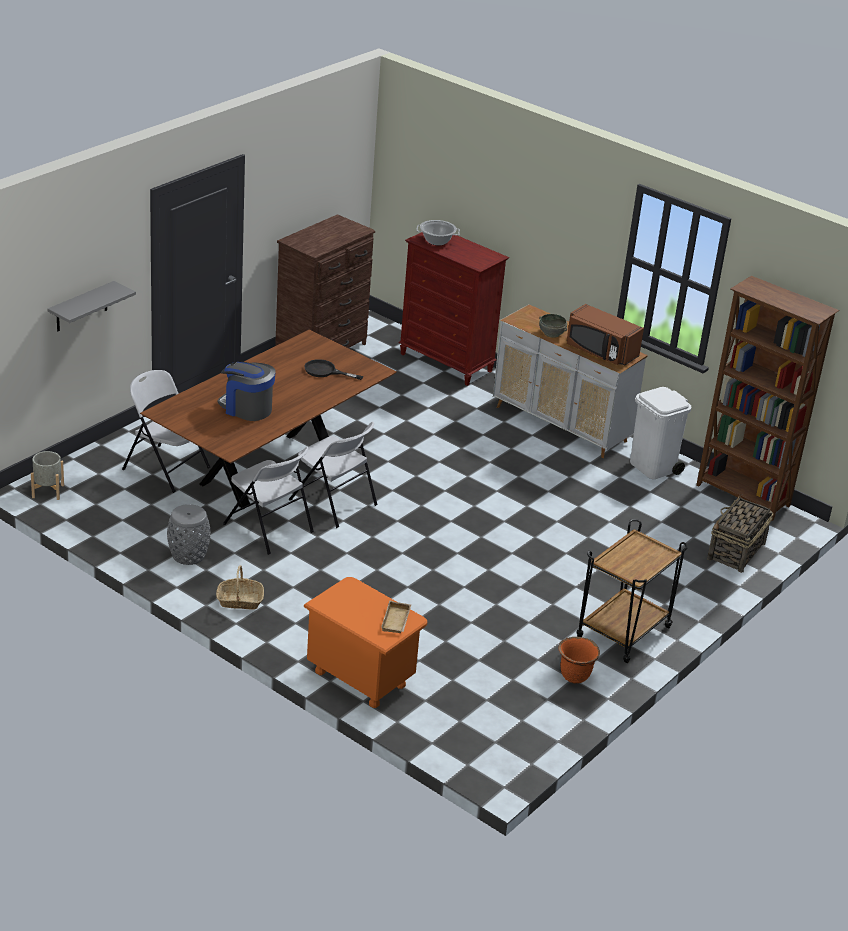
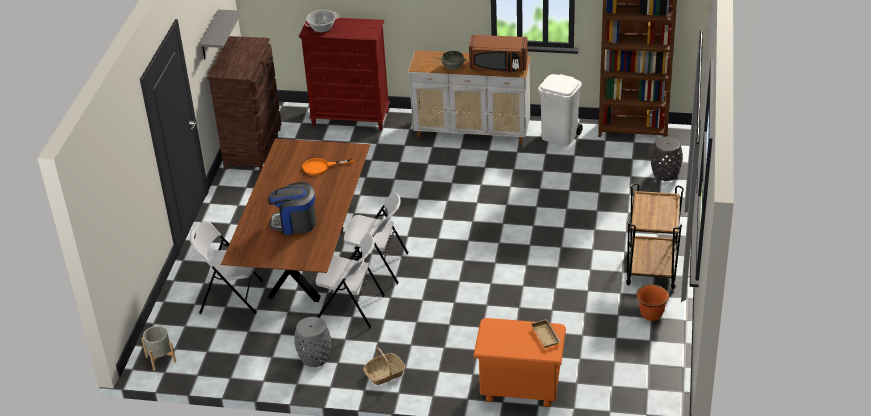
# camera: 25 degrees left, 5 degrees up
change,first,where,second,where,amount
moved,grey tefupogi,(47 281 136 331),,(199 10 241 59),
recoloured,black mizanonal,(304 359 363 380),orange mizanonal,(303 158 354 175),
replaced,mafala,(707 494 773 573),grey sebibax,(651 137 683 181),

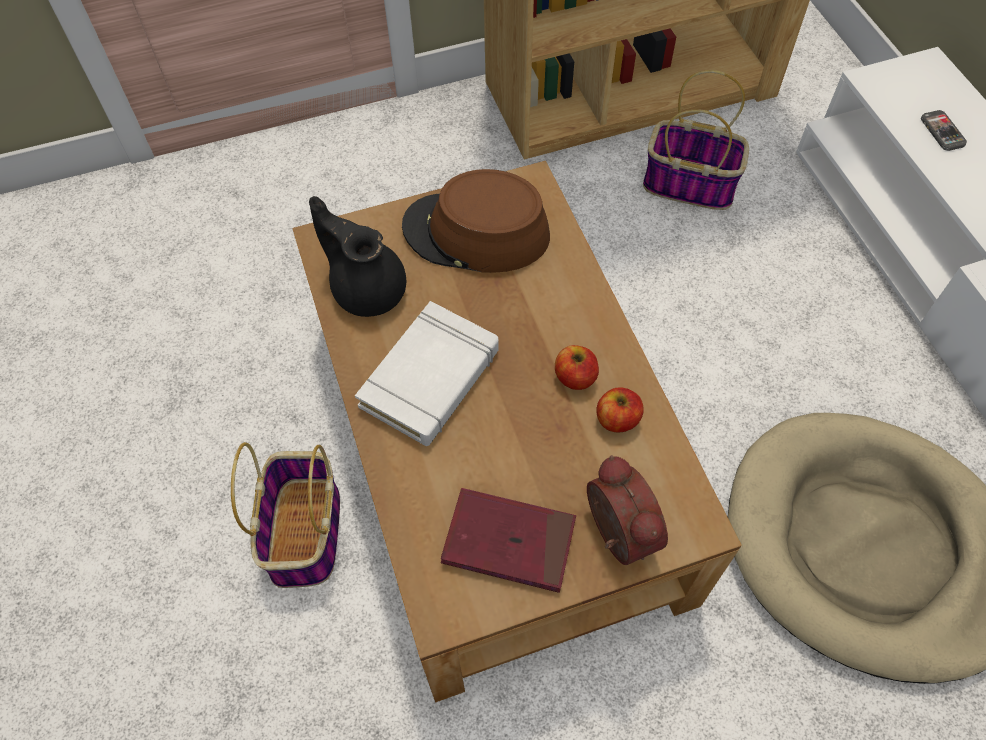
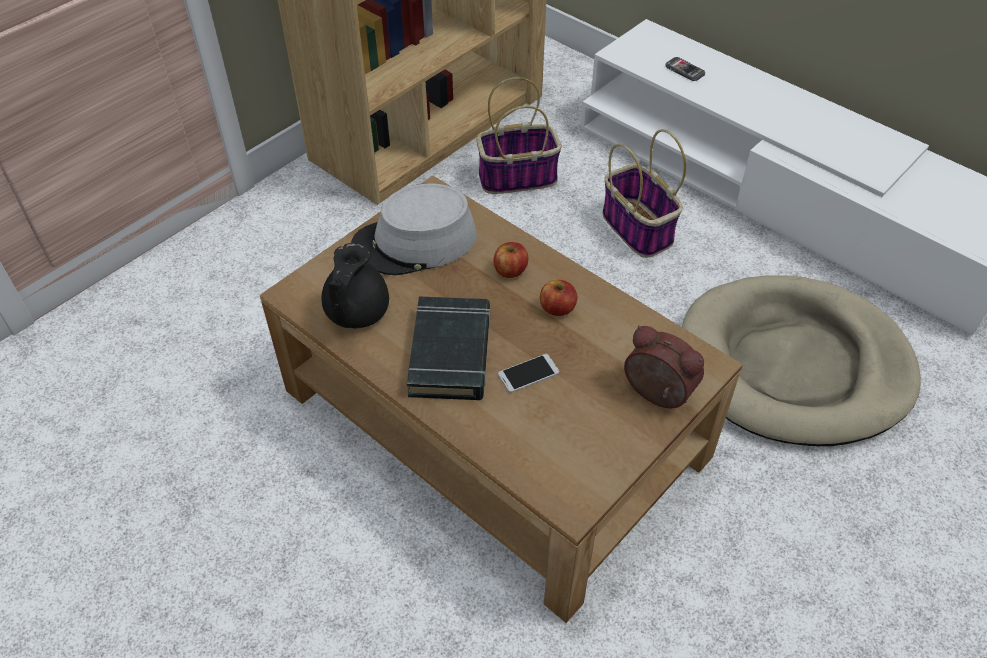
# camera: 30 degrees left, 10 degrees down
change,first,where,second,where,amount
recoloured,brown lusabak,(402 169 550 272),grey lusabak,(351 183 476 276),
turned,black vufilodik,(309 196 406 317),,(321 243 389 328),90 degrees counterclockwise
recoloured,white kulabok,(355 301 499 446),black kulabok,(407 297 490 400),
moved,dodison,(596 387 644 432),,(493 242 528 278),
moved,mafala,(231 442 340 588),,(602 129 686 258),
removed,red kulabok,(441 488 576 593),,,
added,,,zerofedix,(498 354 559 393),

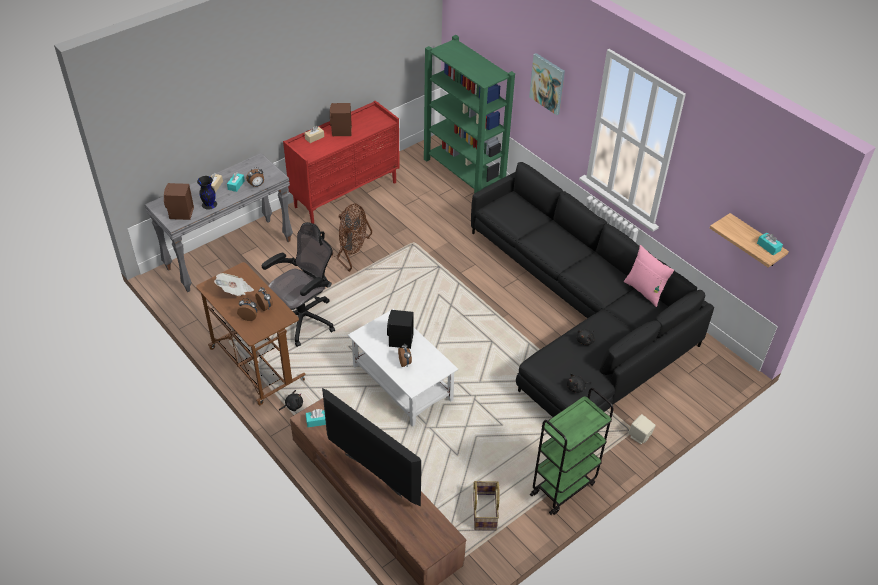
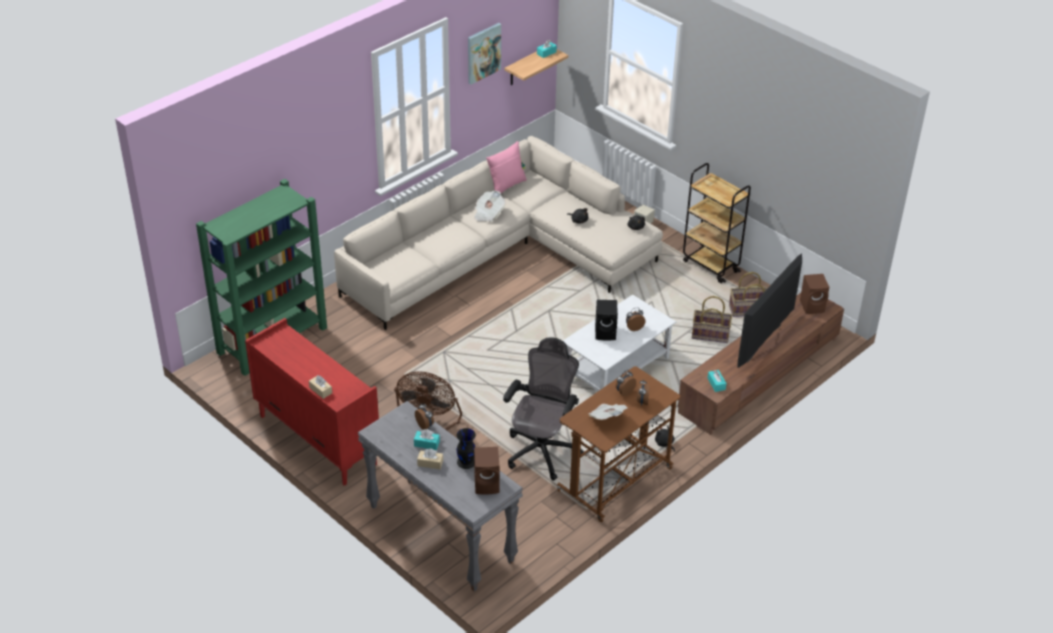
# camera: 95 degrees left, 5 degrees down
change,first,where,second,where,amount
moved,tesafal,(529 53 565 115),,(468 23 501 84),
moved,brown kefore,(330 103 352 136),,(800 274 829 314),
recoloured,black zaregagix,(471 162 714 417),beige zaregagix,(334 136 663 330),
turned,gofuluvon,(262 222 335 347),,(503 338 583 481),75 degrees clockwise
recoloured,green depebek,(530 388 614 515),brown depebek,(683 163 751 283),
added,,,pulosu,(474 190 506 222),
added,,,mafala,(692 296 732 343),

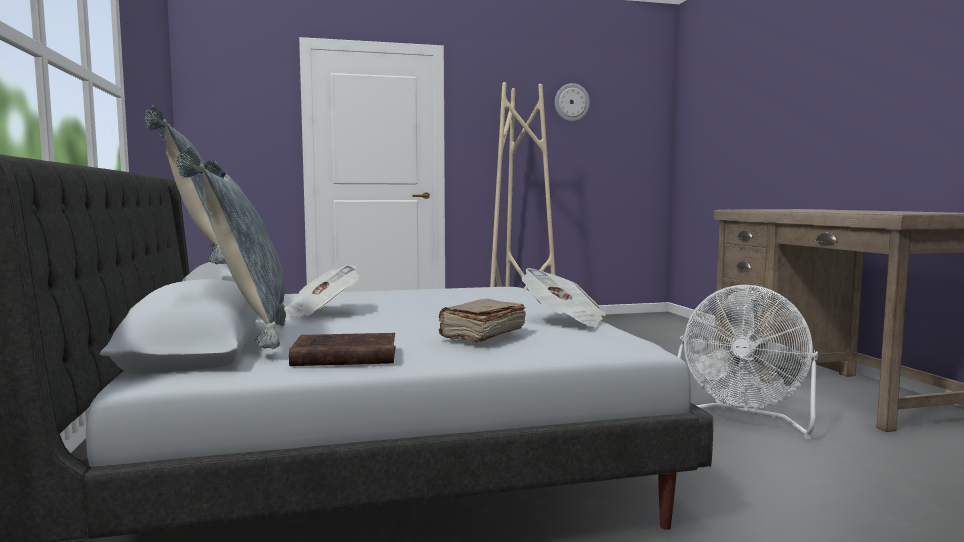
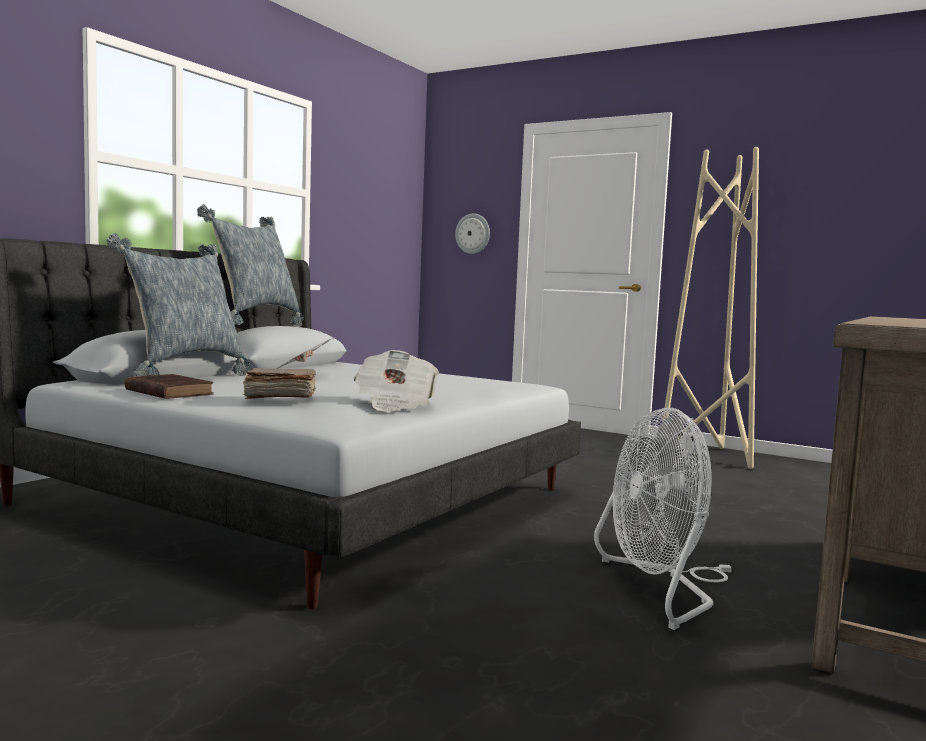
# camera: 45 degrees right, 0 degrees up
change,first,where,second,where,amount
moved,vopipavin,(555 83 590 122),,(455 213 490 254),

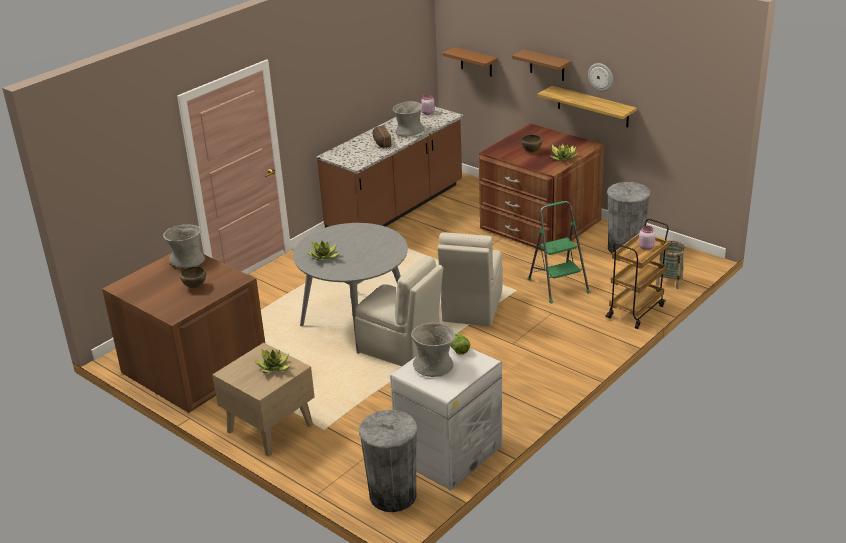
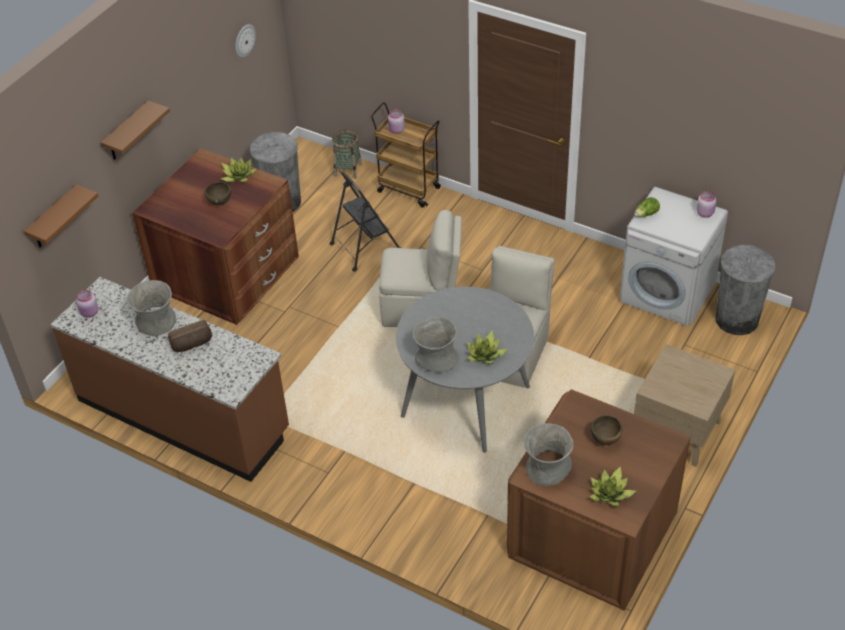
# camera: 100 degrees left, 15 degrees up
change,first,where,second,where,amount
moved,vopipavin,(588 63 613 91),,(235 24 256 58),
removed,tefupogi,(537 86 637 128),,,
recoloured,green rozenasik,(527 201 591 304),black rozenasik,(329 169 401 272),
moved,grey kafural,(411 323 455 377),,(413 317 459 372),
moved,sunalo,(254 349 290 373),,(590 466 636 507),
added,,,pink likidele,(696 191 716 218),

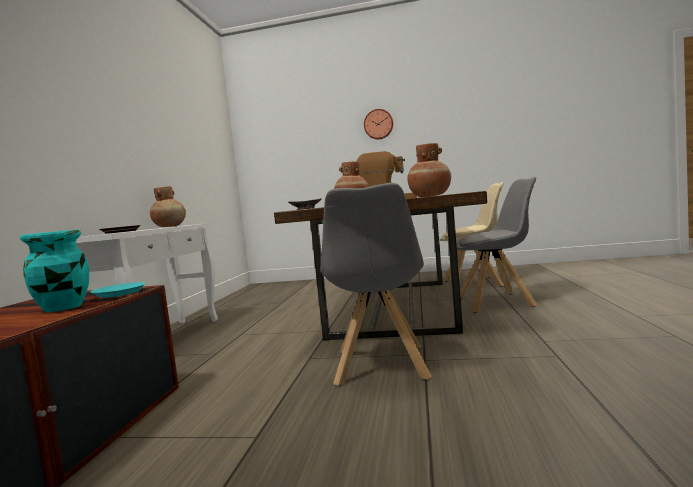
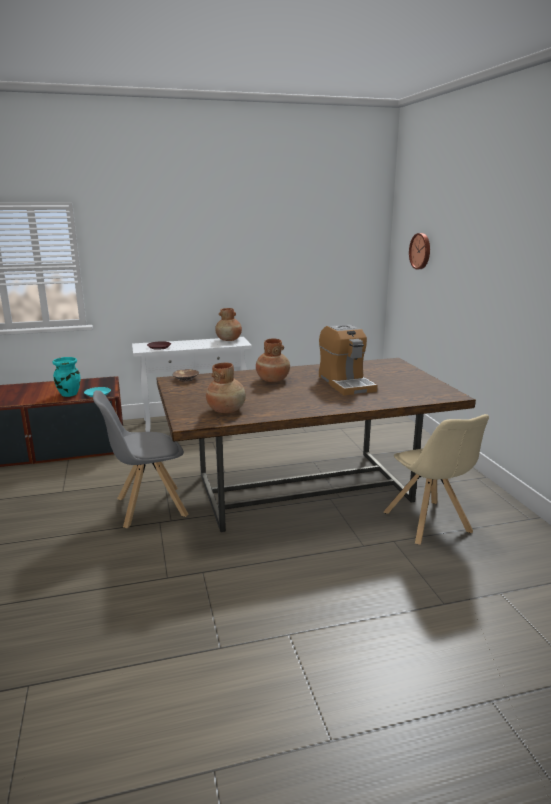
# camera: 65 degrees right, 15 degrees up
change,first,where,second,where,amount
moved,vopipavin,(364 109 393 140),,(409 233 430 269),
removed,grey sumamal,(456 177 537 313),,,

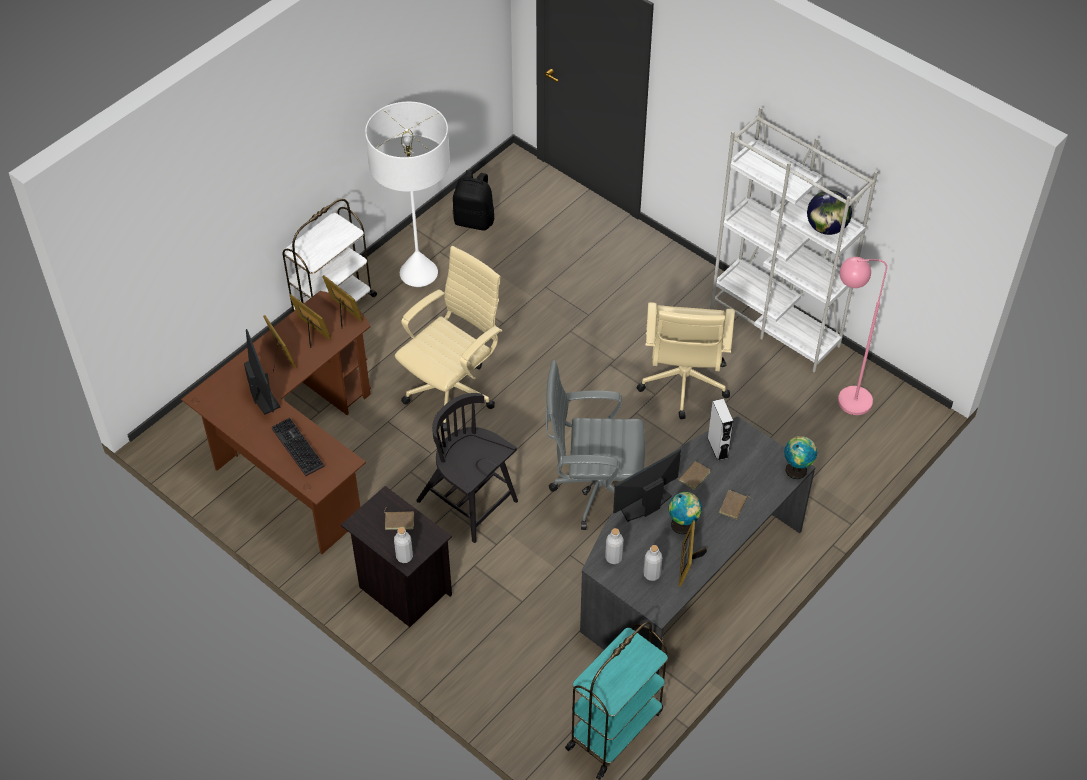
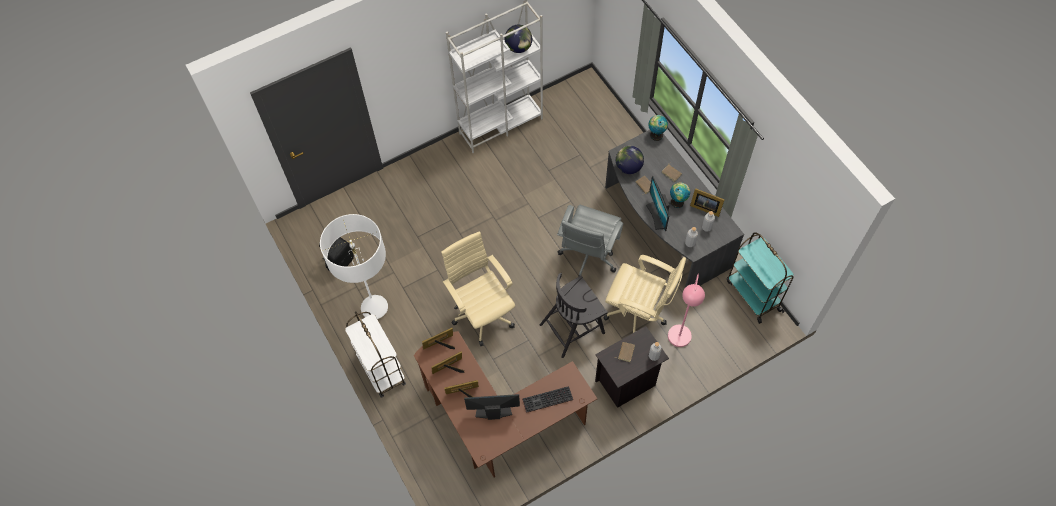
# camera: 70 degrees left, 10 degrees up
change,first,where,second,where,amount
moved,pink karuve,(838 257 887 415),,(668 274 705 347),
moved,beige gofuluvon,(637 302 735 419),,(603 255 686 333),
replaced,grey kefore,(708 398 733 461),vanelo,(616 146 644 174),

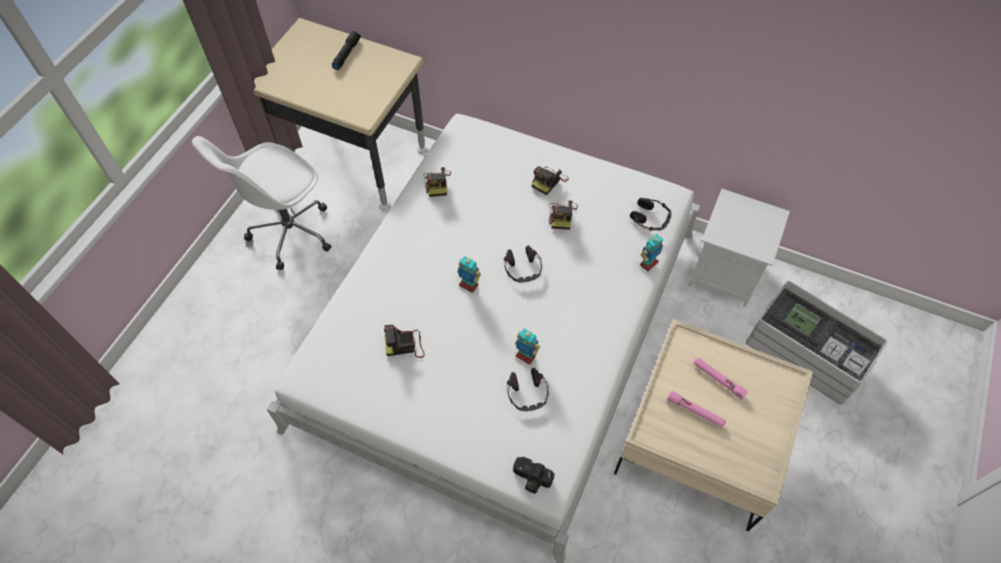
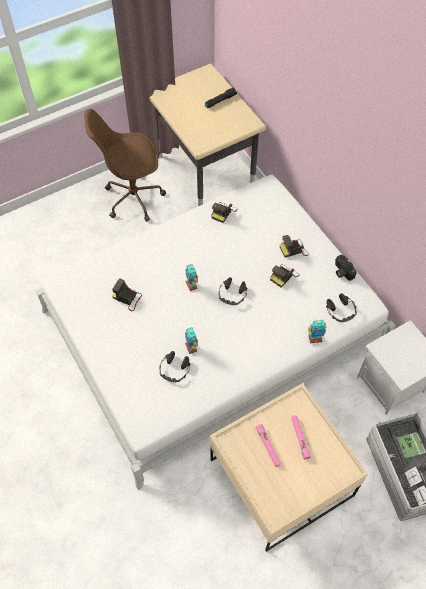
# camera: 35 degrees right, 0 degrees up
change,first,where,second,where,amount
recoloured,white gofuluvon,(192 136 332 270),brown gofuluvon,(84 109 166 222),
moved,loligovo,(513 457 555 493),,(335 254 356 281),

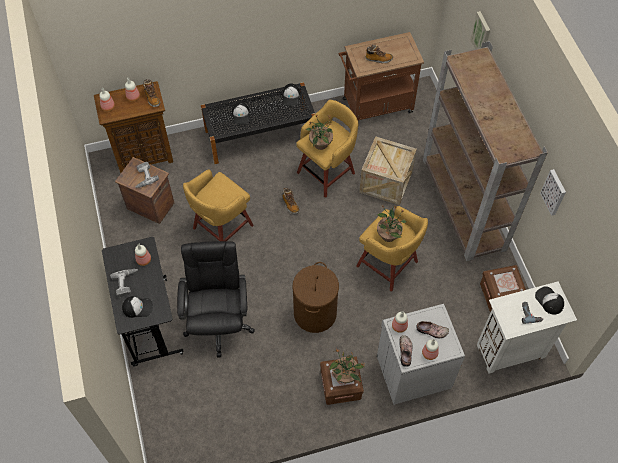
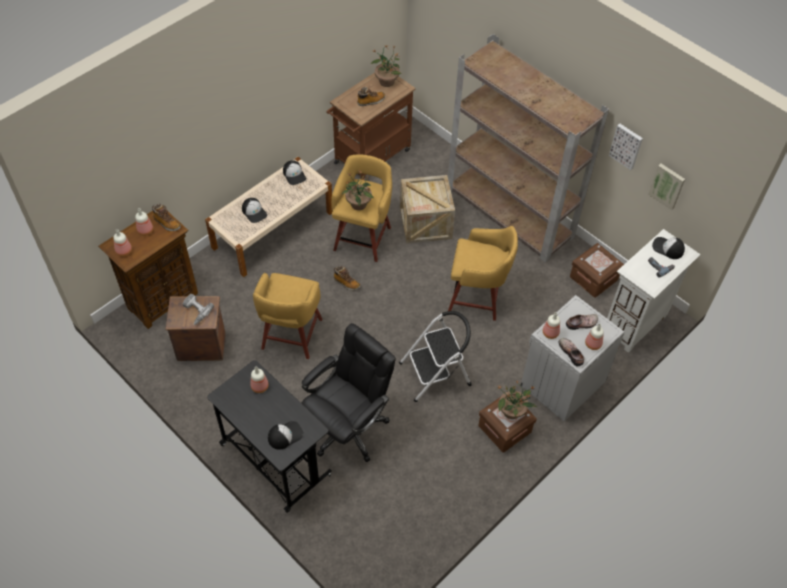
# camera: 30 degrees left, 5 degrees down
change,first,where,second,where,amount
moved,tesafal,(470 11 490 49),,(648 163 685 210),
recoloured,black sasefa,(201 82 315 164),beige sasefa,(205 157 333 277),
moved,sunalo,(377 205 407 242),,(371 45 401 87),
turned,black gofuluvon,(177 241 255 358),,(301 323 396 462),75 degrees clockwise
replaced,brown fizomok,(292 262 339 333),rozenasik,(399 311 471 402),
removed,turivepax,(110 269 137 298),,,

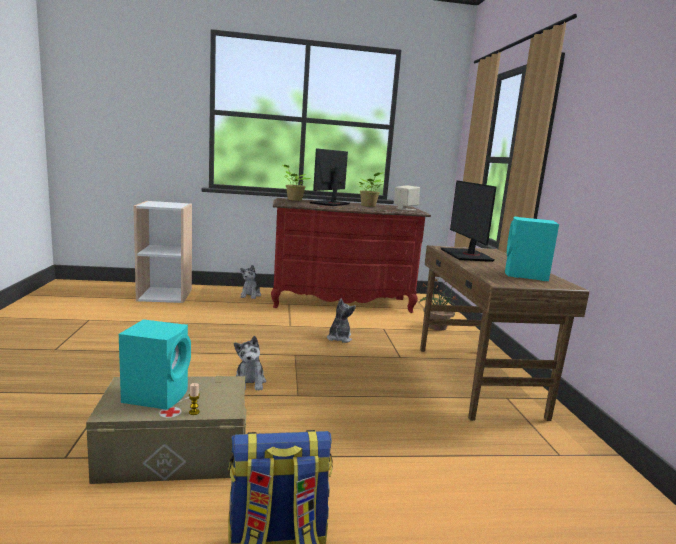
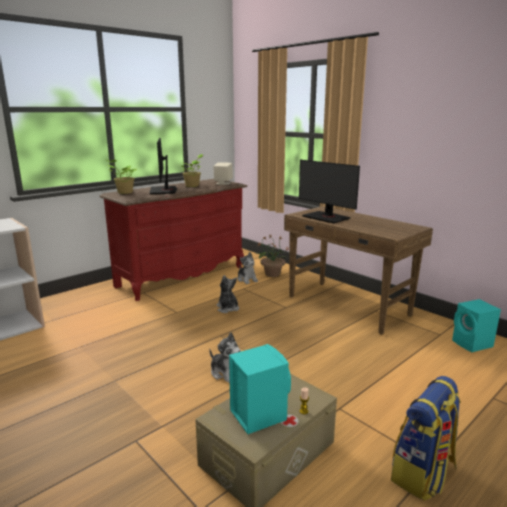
# camera: 35 degrees left, 5 degrees up
change,first,where,second,where,amount
moved,turquoise kefore,(505 216 559 281),,(452 299 501 352),
moved,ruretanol,(240 265 261 299),,(237 252 258 284),

